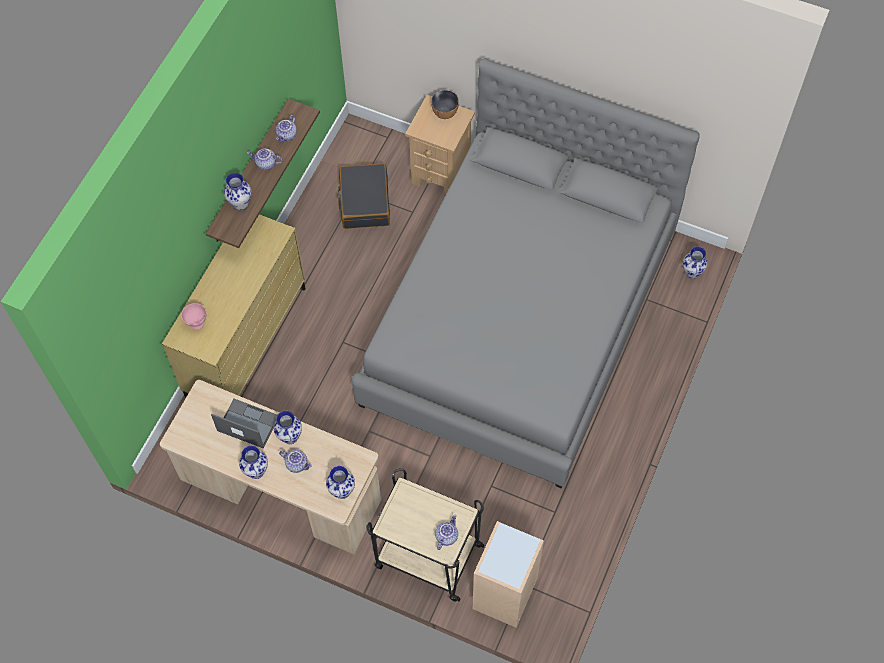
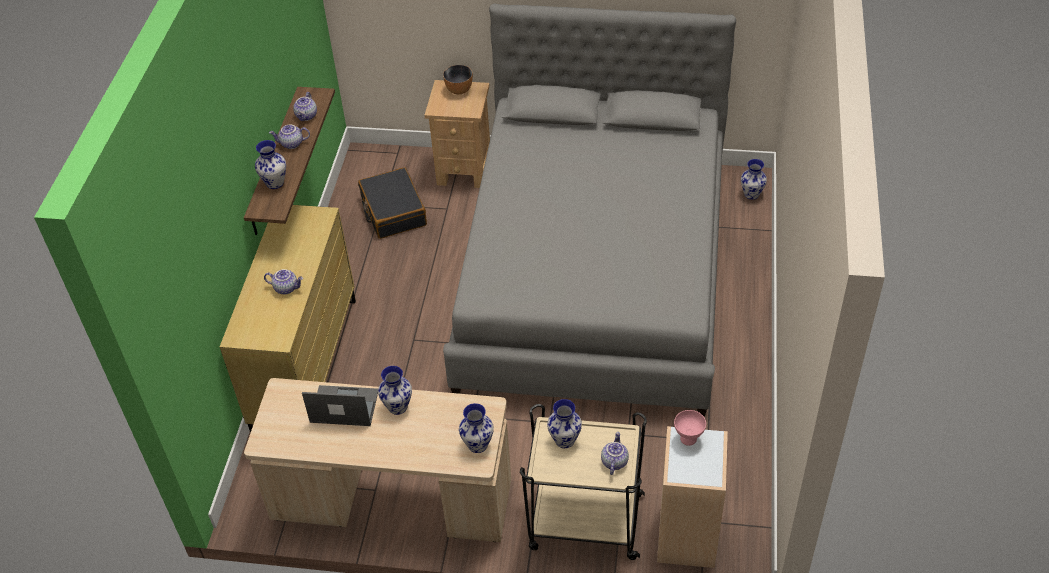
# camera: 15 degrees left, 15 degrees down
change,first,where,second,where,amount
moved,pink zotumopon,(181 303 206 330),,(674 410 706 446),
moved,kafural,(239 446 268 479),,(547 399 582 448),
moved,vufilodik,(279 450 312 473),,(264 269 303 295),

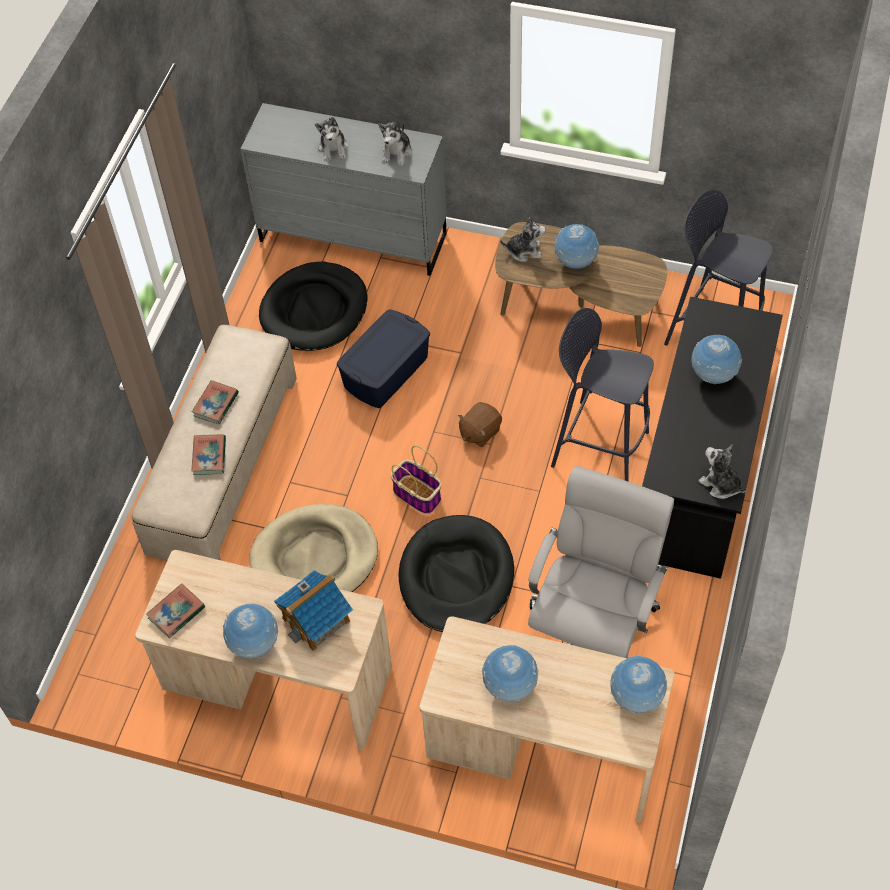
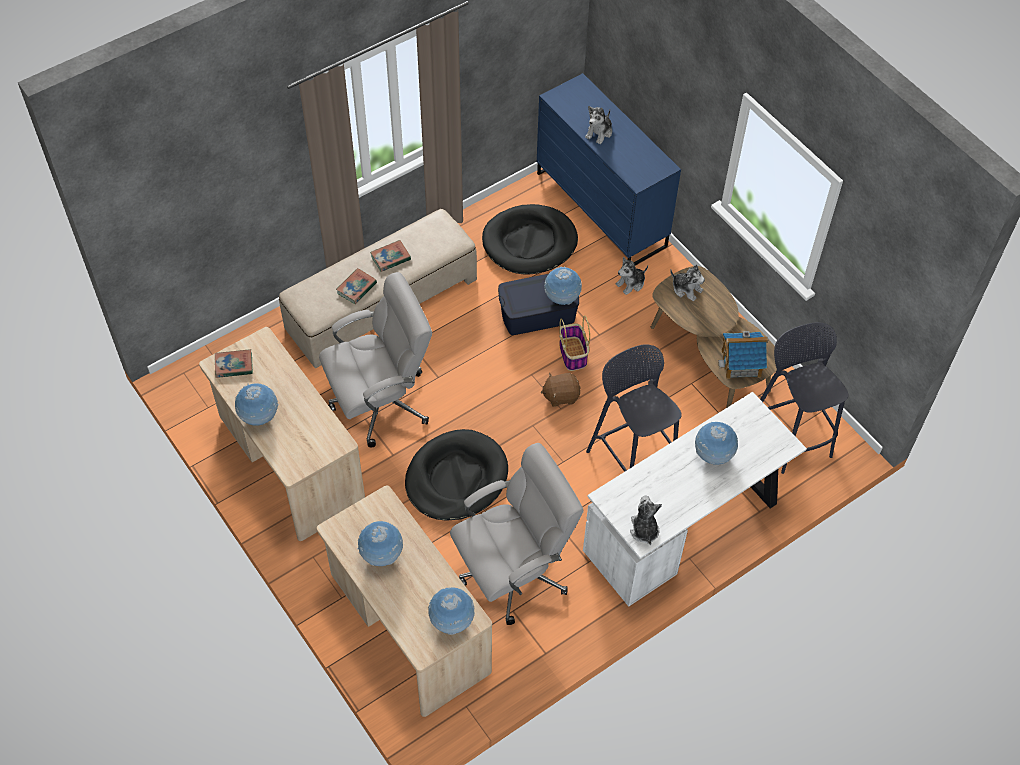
# camera: 35 degrees right, 0 degrees up
change,first,where,second,where,amount
recoloured,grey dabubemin,(240 103 447 276),blue dabubemin,(536 73 681 265),
moved,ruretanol,(379 122 412 166),,(616 257 648 295),
moved,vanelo,(554 224 599 269),,(544 266 582 305),
recoloured,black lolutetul,(642 297 783 579),white lolutetul,(583 392 807 607),
moved,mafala,(390 446 441 514),,(559 315 590 371),
replaced,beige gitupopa,(249 504 378 592),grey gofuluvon,(319 272 432 447),
moved,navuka,(274 570 353 651),,(718 331 768 379),

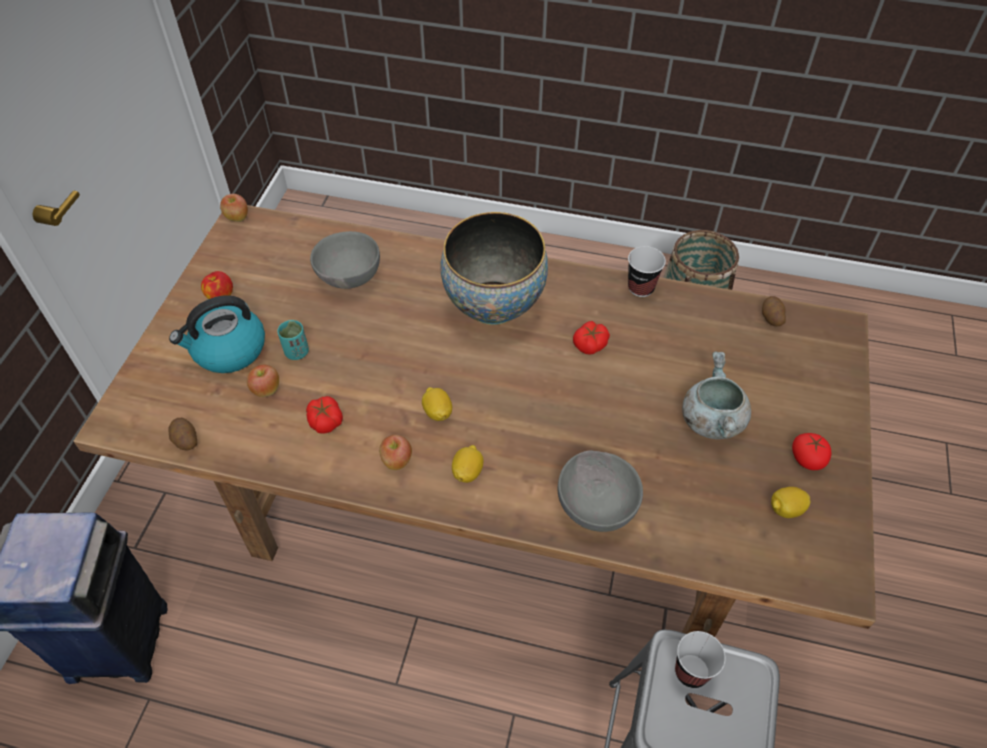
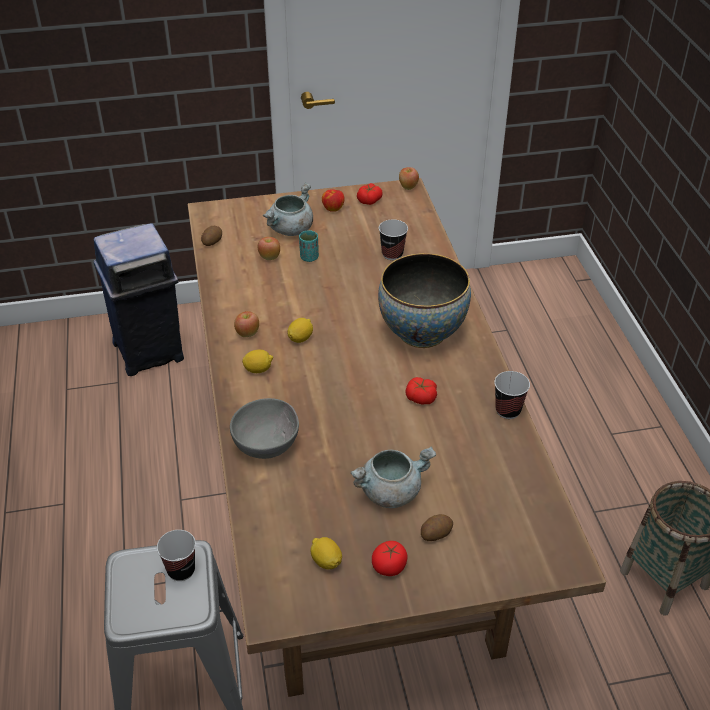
# camera: 65 degrees right, 10 degrees down
change,first,where,second,where,amount
replaced,grey zotumopon,(310 231 380 289),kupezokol,(379 219 408 260),
replaced,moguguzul,(169 295 265 373),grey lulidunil,(263 182 313 236),
moved,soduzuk,(762 296 786 326),,(421 514 453 541),
moved,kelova,(306 396 343 434),,(357 183 383 205),

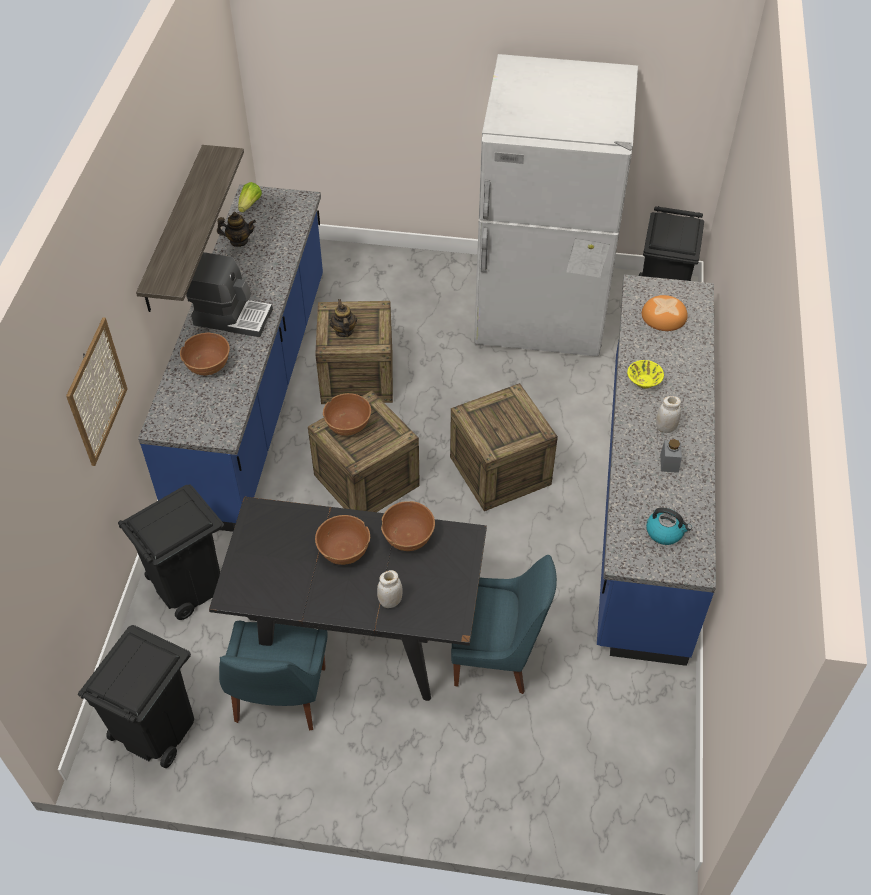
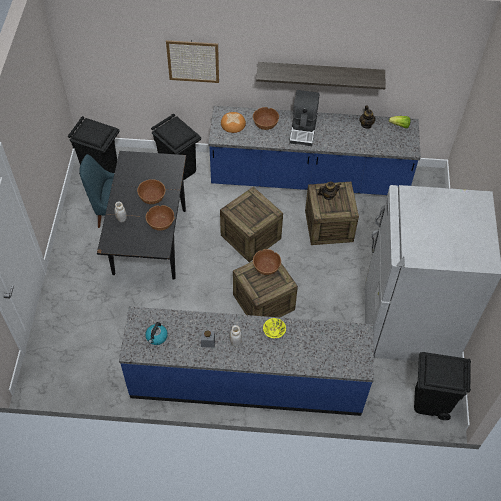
# camera: 85 degrees right, 5 degrees up
change,first,where,second,where,amount
moved,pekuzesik,(642 295 688 331),,(221 112 246 133),
moved,brown zotumopon,(323 393 371 436),,(253 249 281 275),
removed,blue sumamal,(451 555 557 694),,,

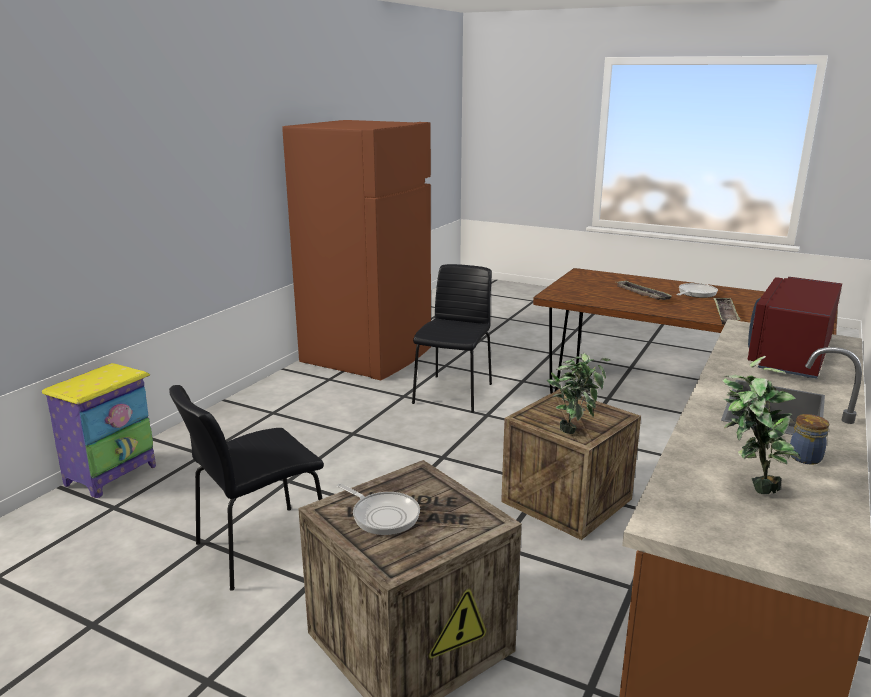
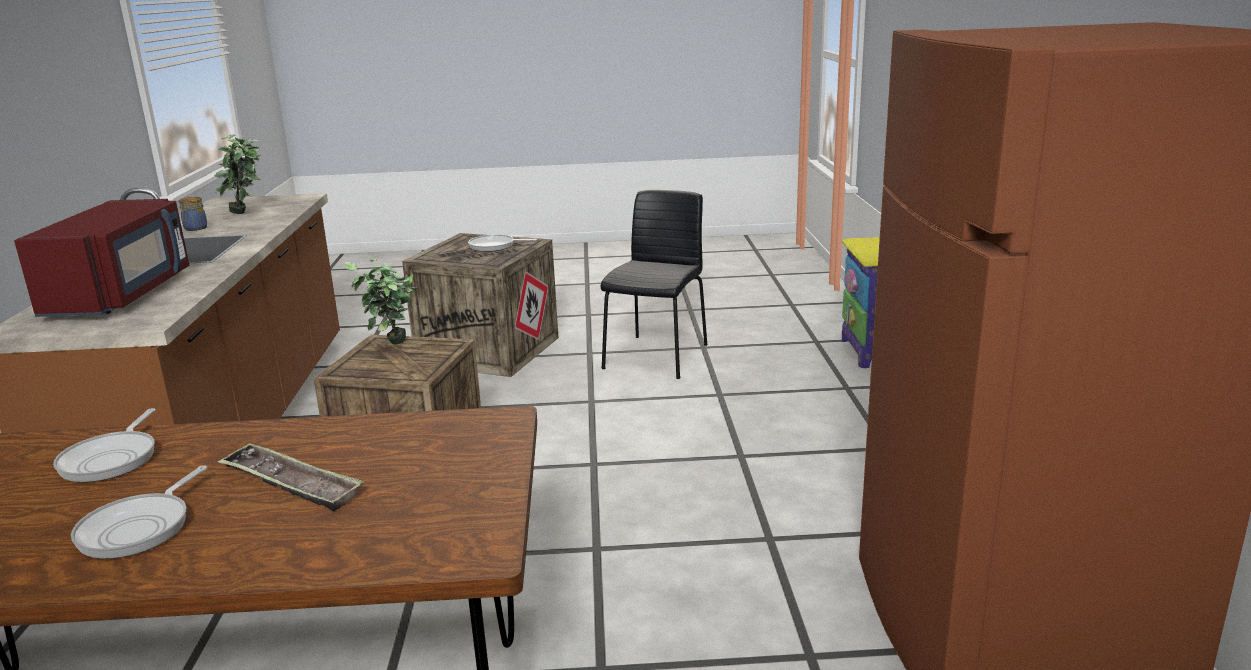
# camera: 150 degrees right, 0 degrees up
change,first,where,second,where,amount
removed,black sumamal,(412 264 492 413),,,
replaced,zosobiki,(713 297 741 325),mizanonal,(53 408 155 482),

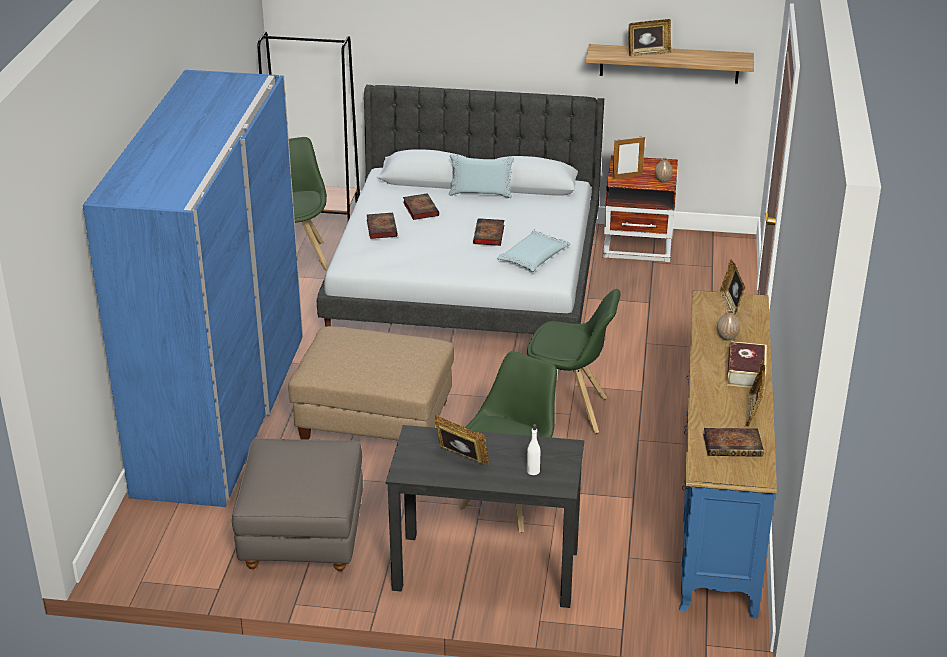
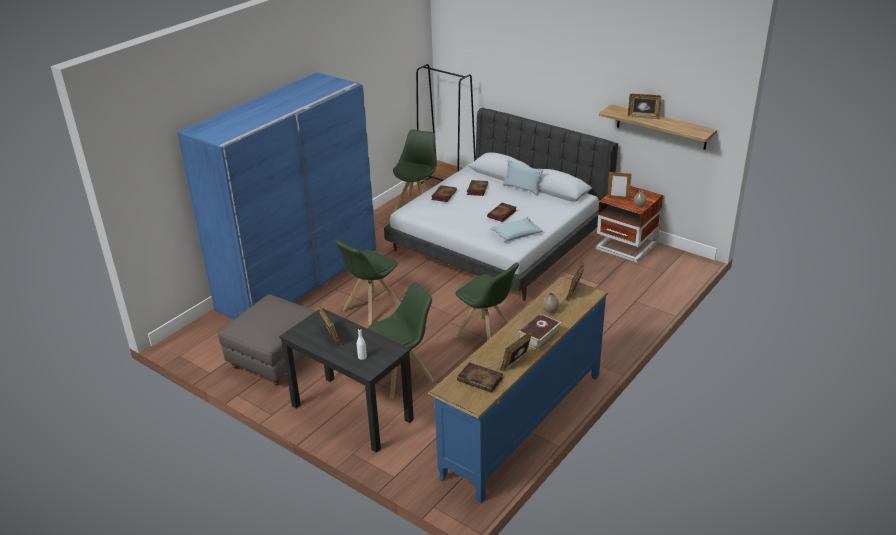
# camera: 30 degrees right, 0 degrees up
change,first,where,second,where,amount
replaced,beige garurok,(288 326 454 441),green sumamal,(335 240 400 325),

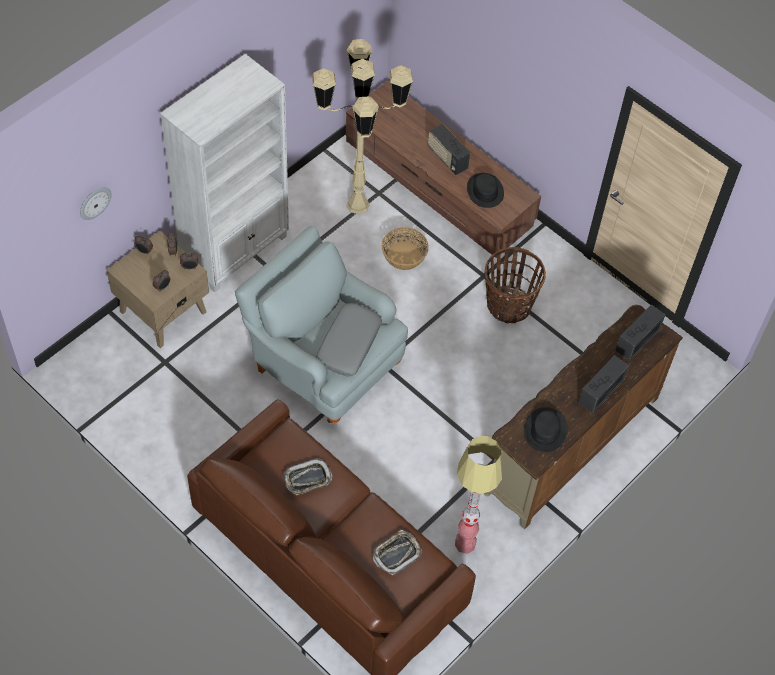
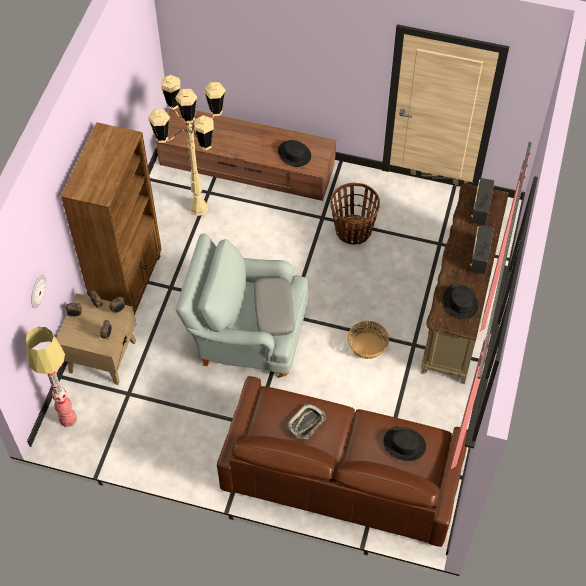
# camera: 25 degrees left, 0 degrees up
change,first,where,second,where,amount
recoloured,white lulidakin,(160 54 289 292),brown lulidakin,(61 122 162 315),
removed,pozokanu,(428 124 471 175),,,
moved,mafala,(382 227 429 270),,(348 321 389 359),
moved,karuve,(455 436 502 554),,(25 327 77 427),
replaced,zosobiki,(373 530 422 575),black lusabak,(383 427 426 461),

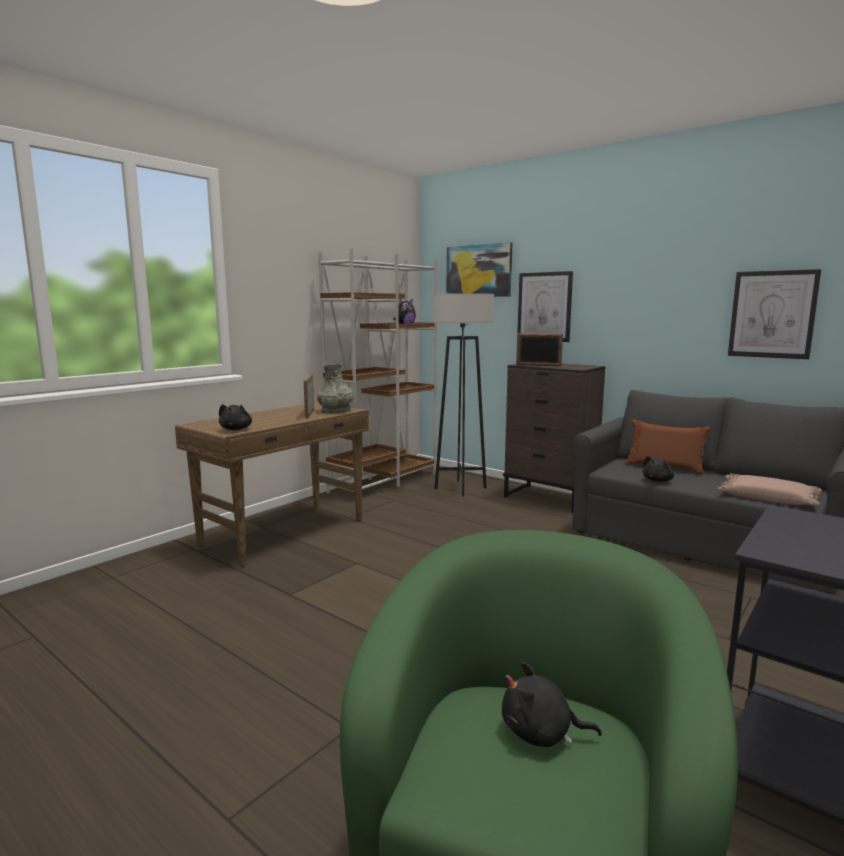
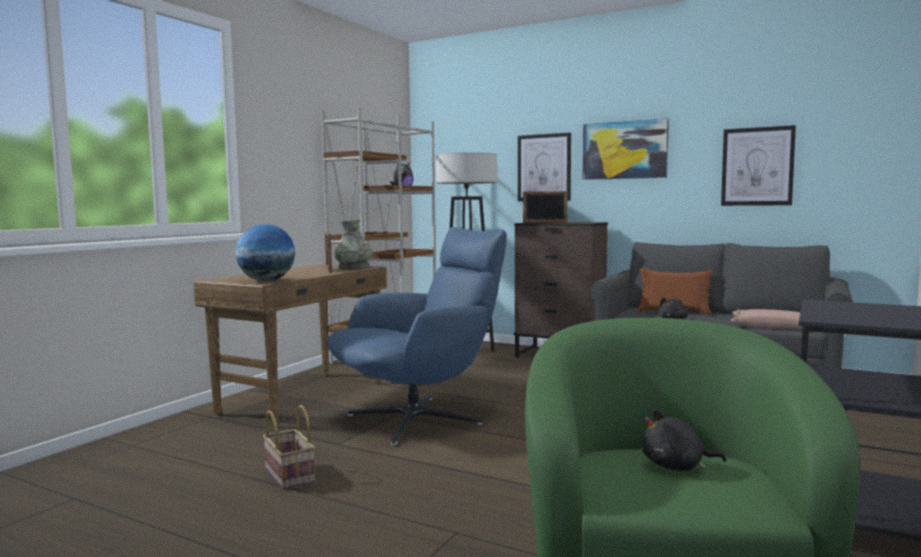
# camera: 10 degrees left, 5 degrees down
change,first,where,second,where,amount
moved,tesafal,(446 242 512 297),,(583 118 669 180),
replaced,black ruretanol,(219 404 252 430),vanelo,(235 224 295 281),
added,,,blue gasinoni,(326 227 507 445),
added,,,mafala,(263 405 315 490),

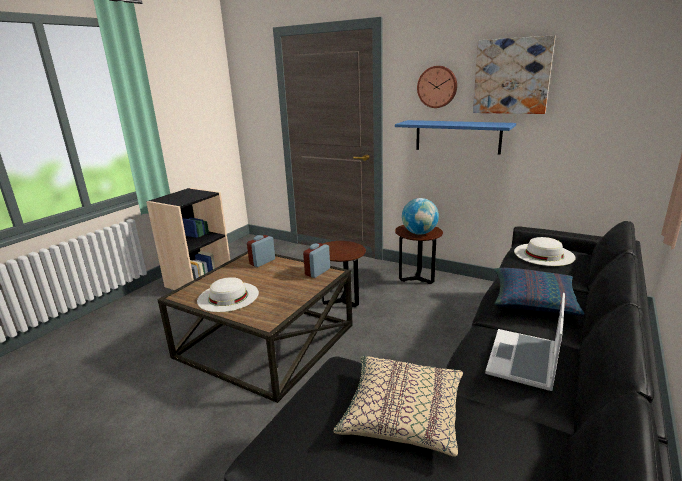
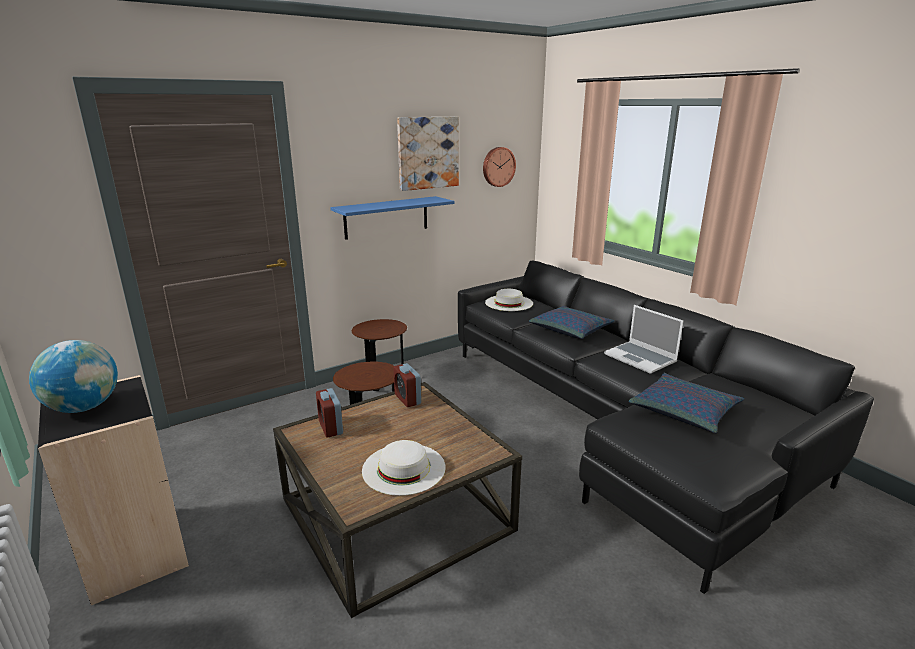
# camera: 65 degrees left, 0 degrees up
change,first,where,second,where,amount
moved,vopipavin,(417 66 457 108),,(483 147 516 187),
moved,vanelo,(402 198 439 235),,(29 340 118 413),
recoloured,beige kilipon,(333 356 463 457),blue kilipon,(629 373 744 434),

